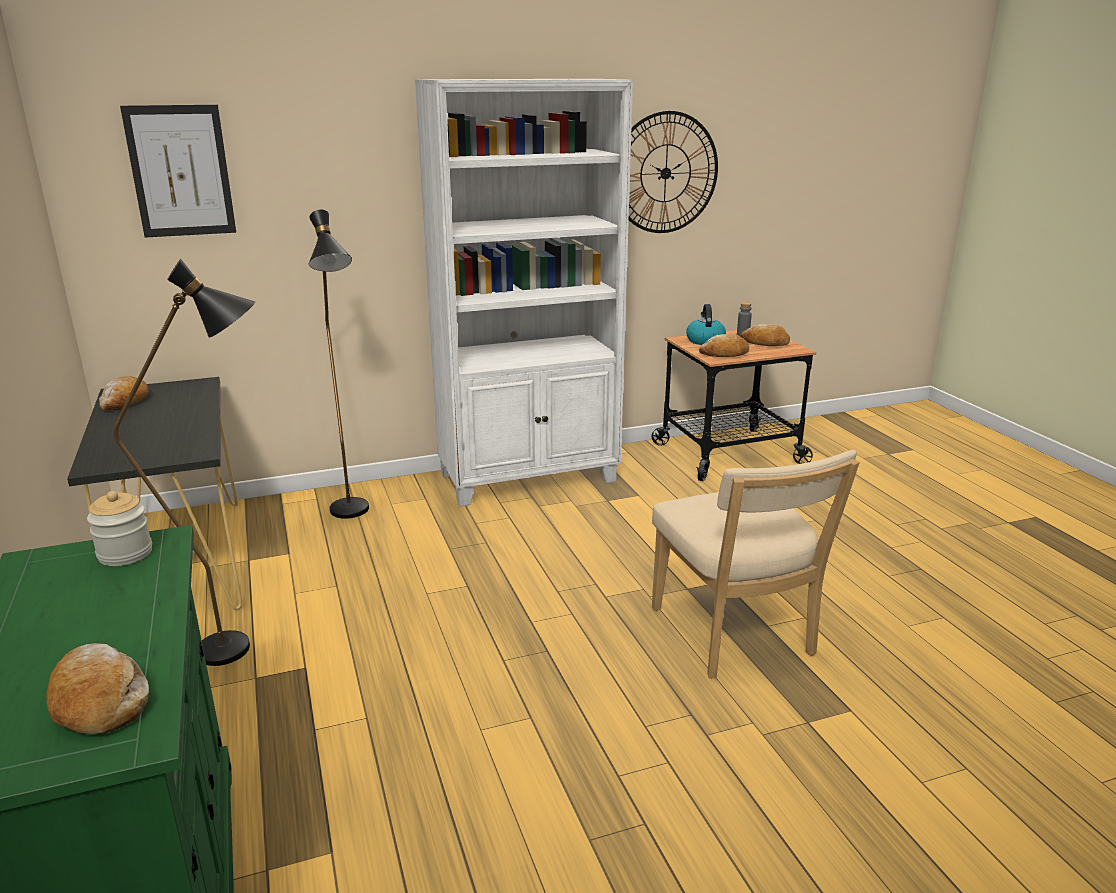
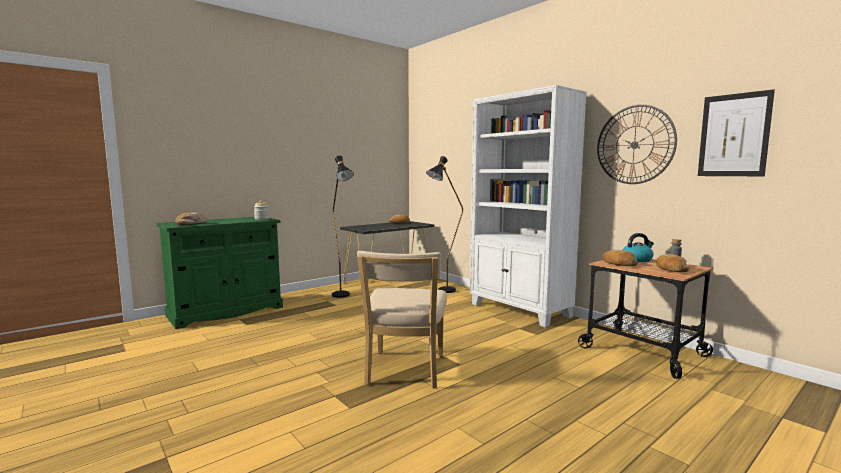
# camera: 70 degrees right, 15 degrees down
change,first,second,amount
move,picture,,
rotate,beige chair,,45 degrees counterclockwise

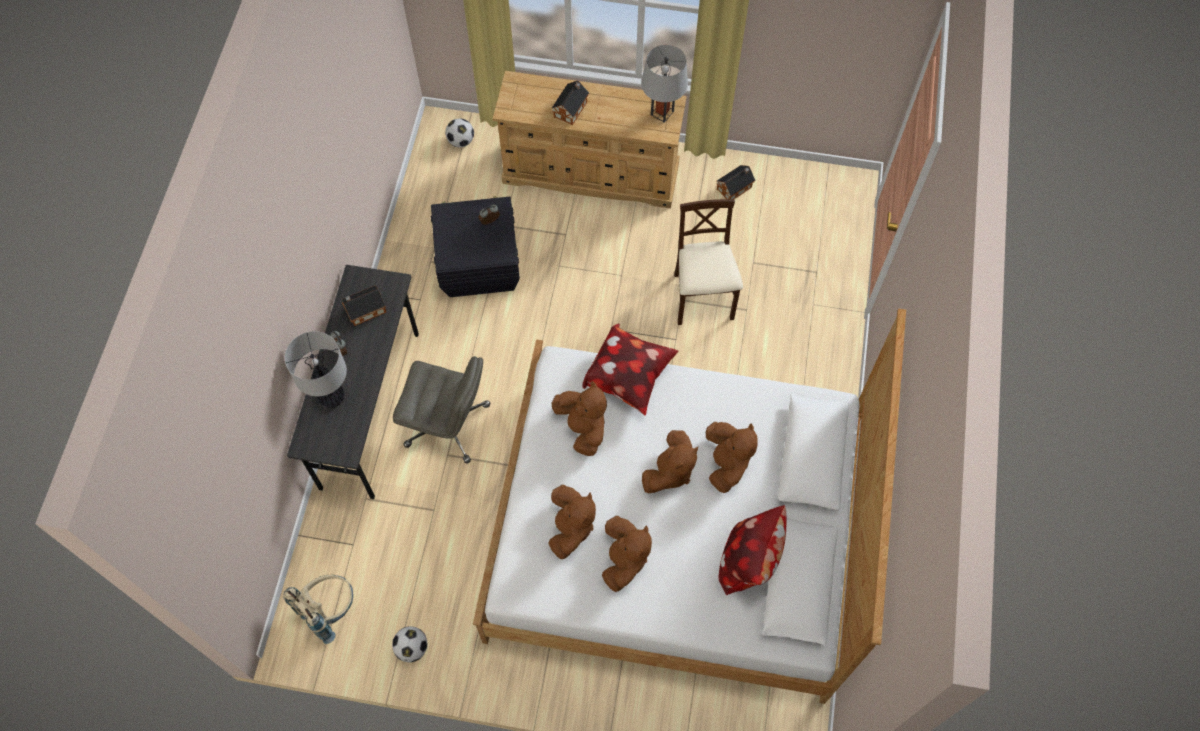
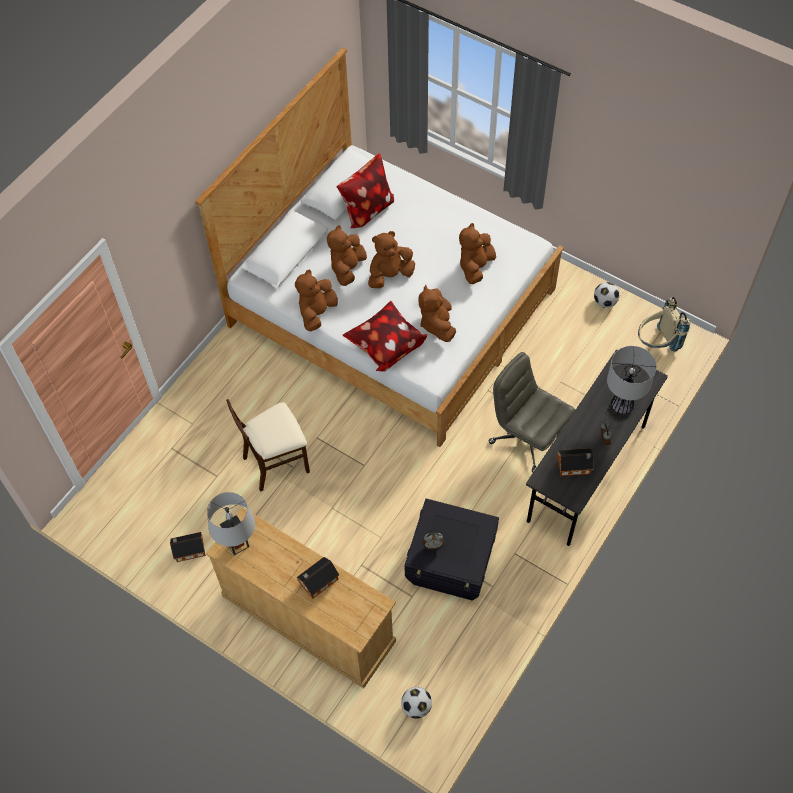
# camera: 155 degrees left, 5 degrees down
change,first,second,amount
move,brown plush toy (3rd from left in the first image),brown plush toy (1st from left),
rotate,beige chair,,45 degrees clockwise

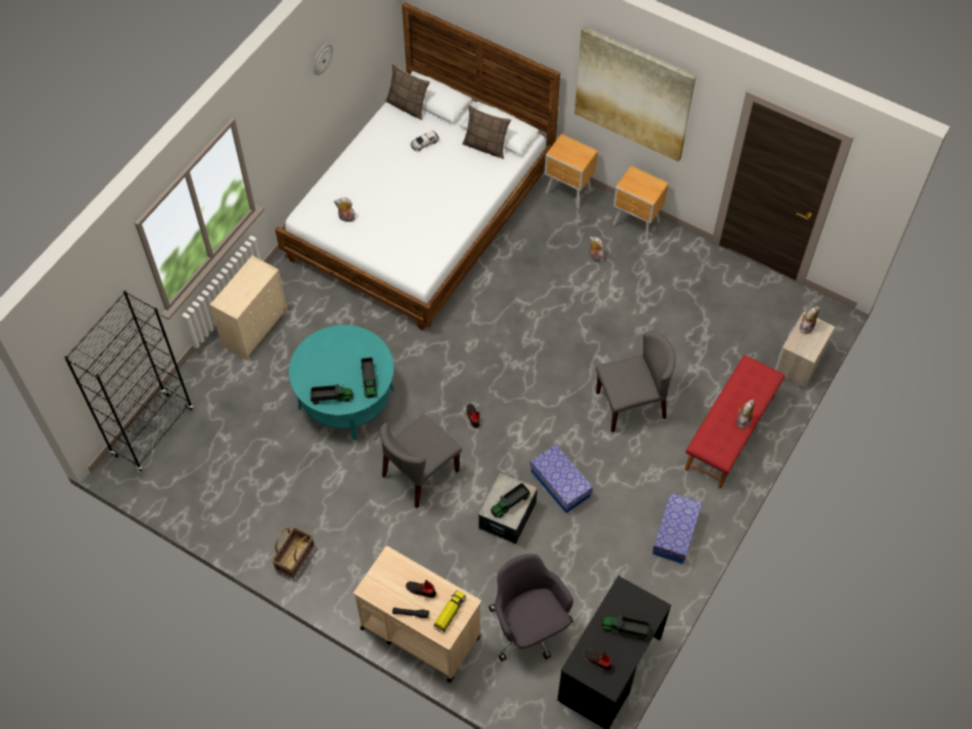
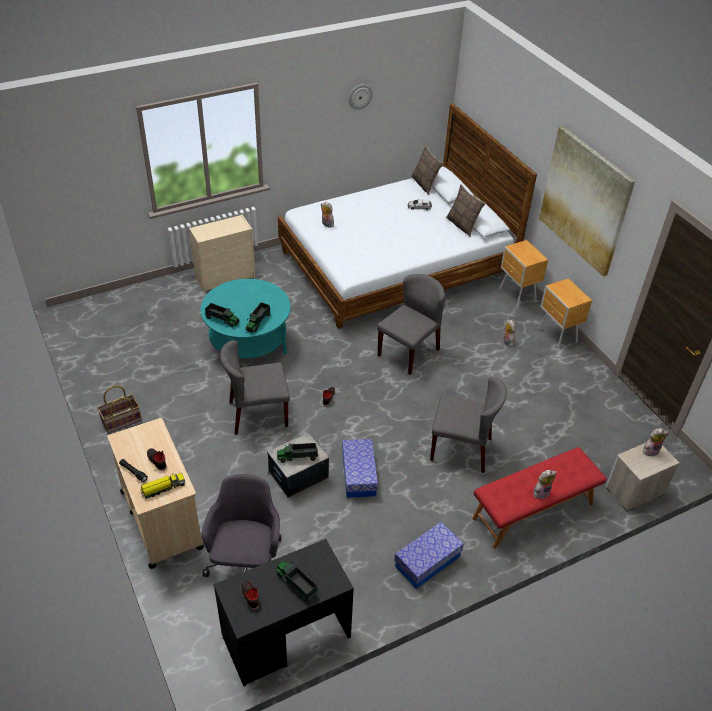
# camera: 30 degrees right, 15 degrees down
change,first,second,amount
delete,black bookcase,,
insert,,grey chair (2nd from left),

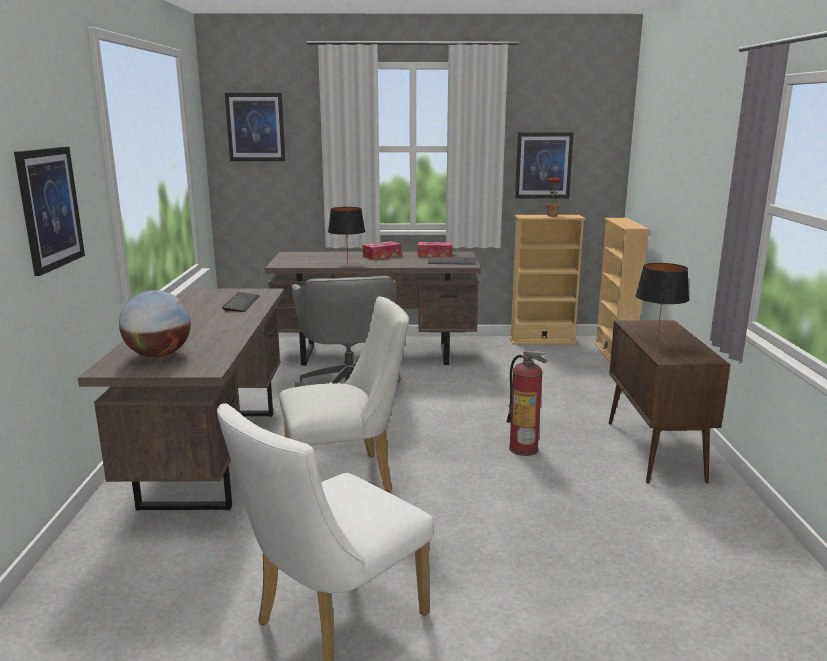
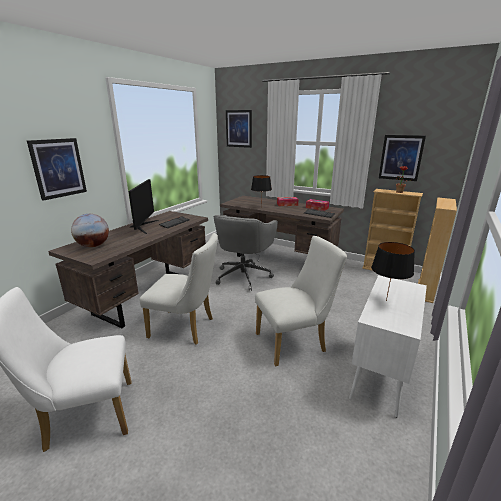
# camera: 30 degrees right, 5 degrees up
change,first,second,amount
replace,fire extinguisher,white chair (3rd from left),
recolor,brown cabinet,white cabinet,
insert,,monitor,

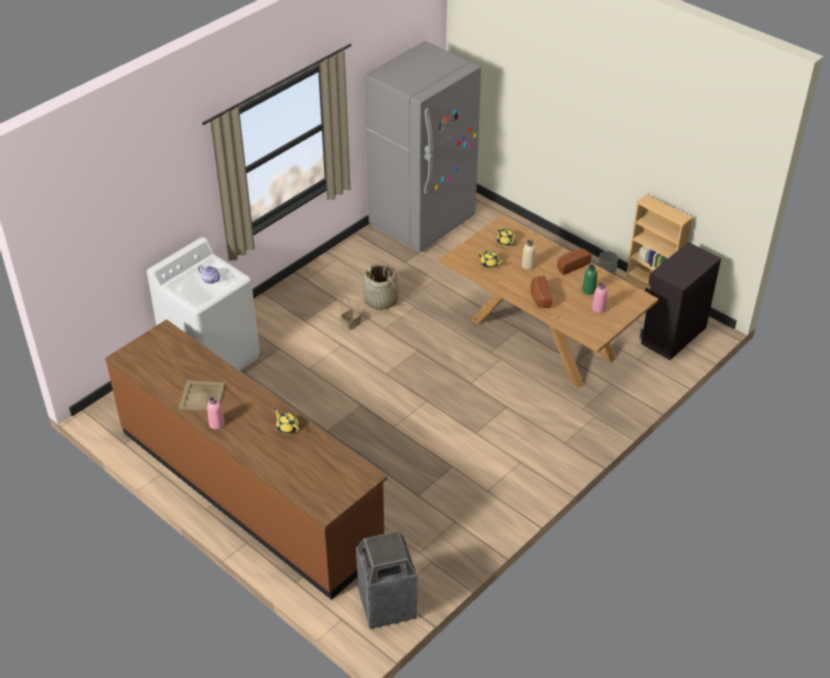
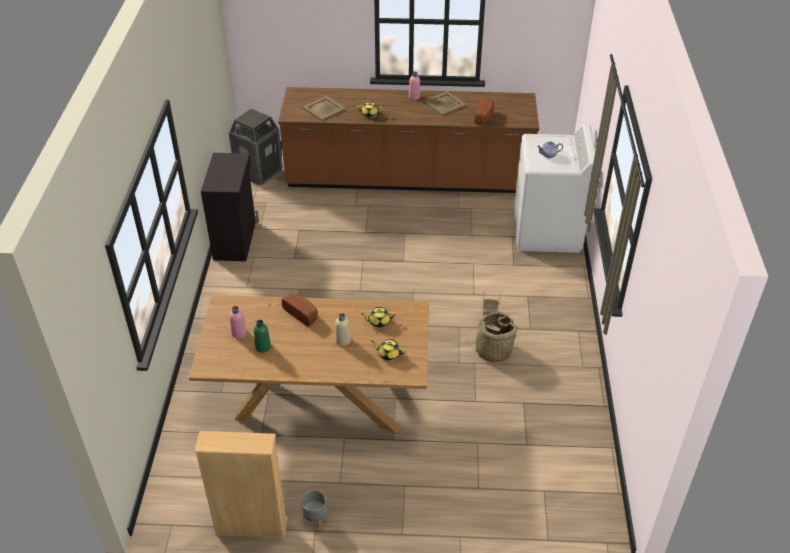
# camera: 140 degrees right, 0 degrees up
change,first,second,amount
delete,grey fridge,,
move,bread (2nd from left),,
move,black cabinet,,
insert,,beige tray (1st from left),

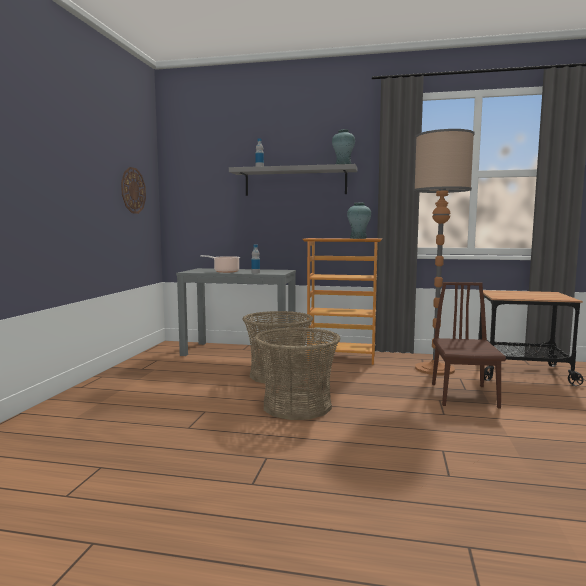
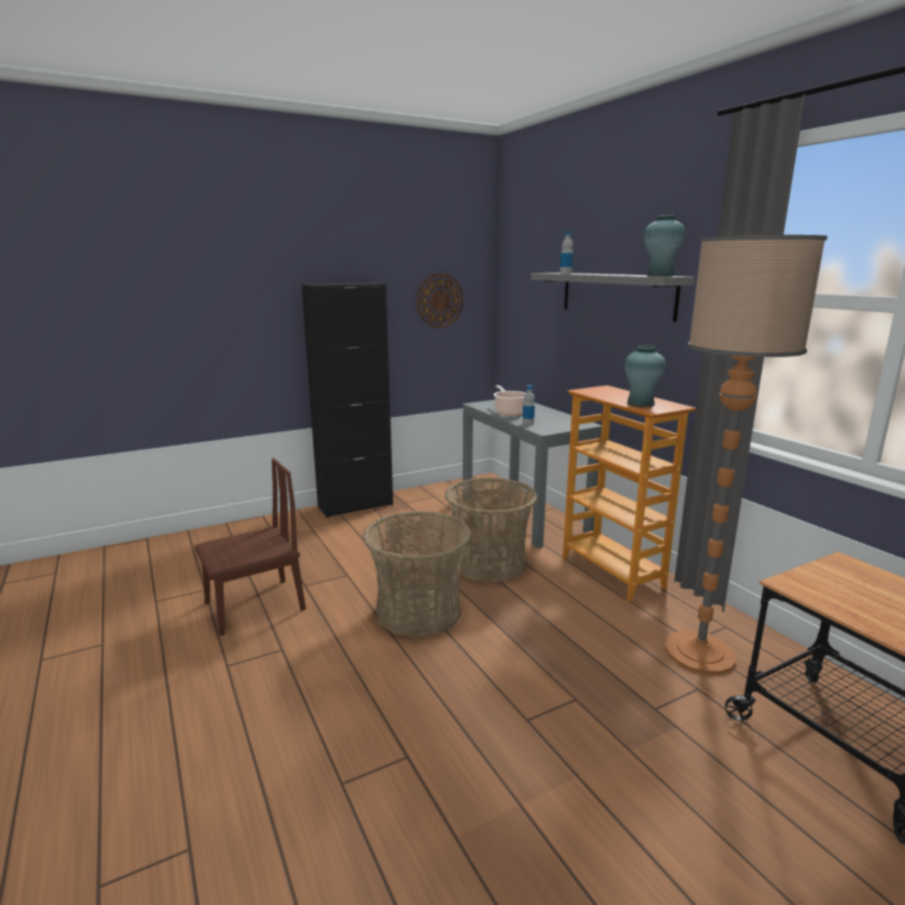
# camera: 50 degrees right, 10 degrees up
change,first,second,amount
move,brown chair,,
insert,,black cabinet,

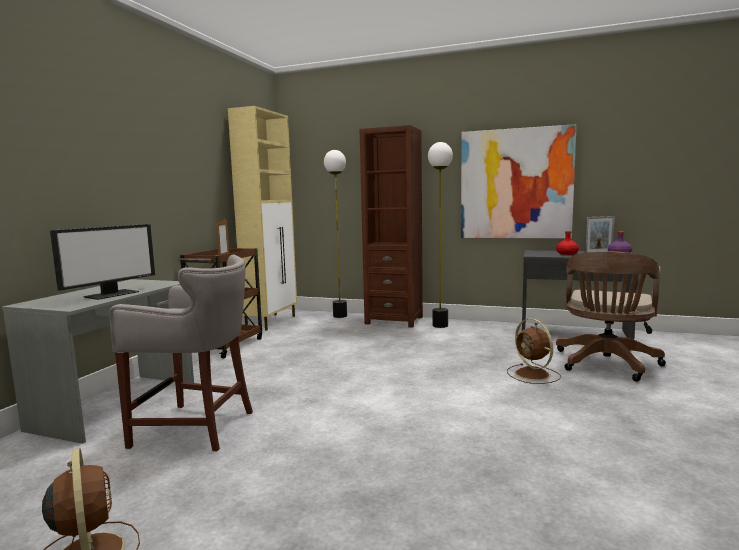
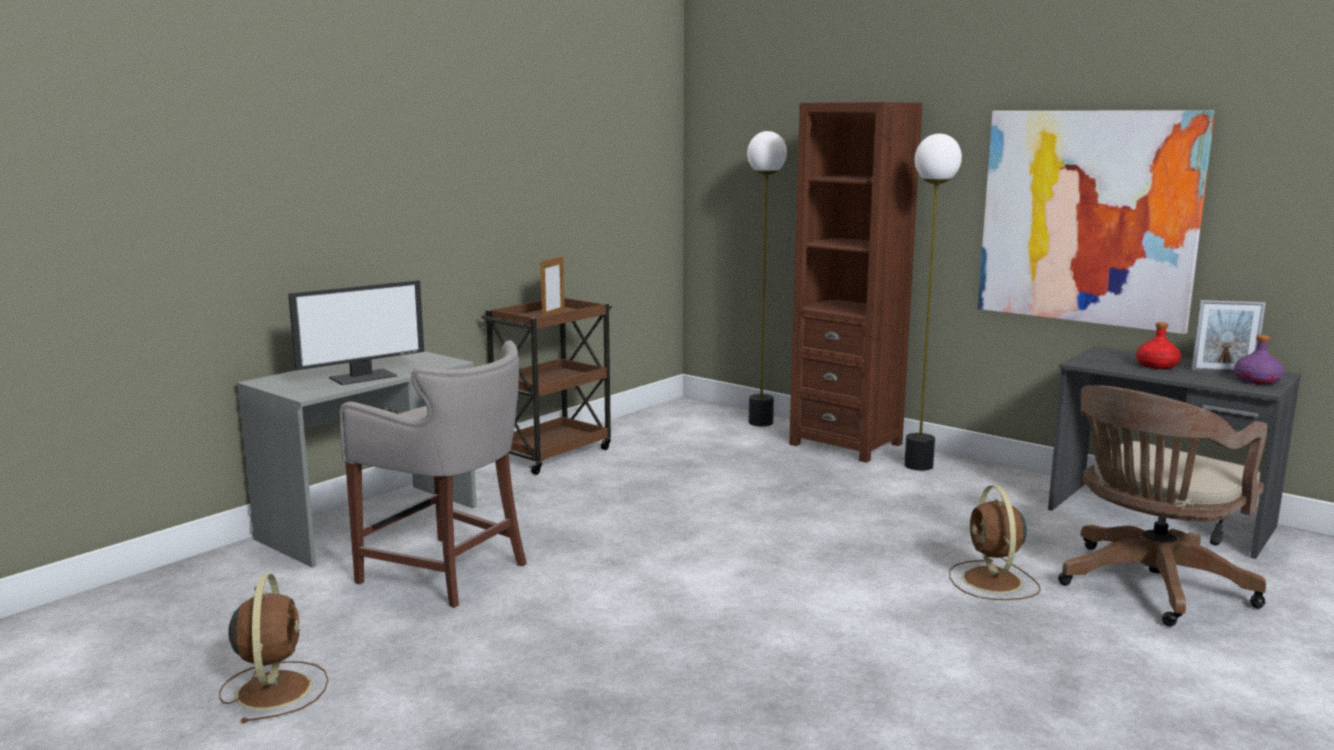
# camera: 20 degrees right, 5 degrees up
change,first,second,amount
delete,beige cabinet,,

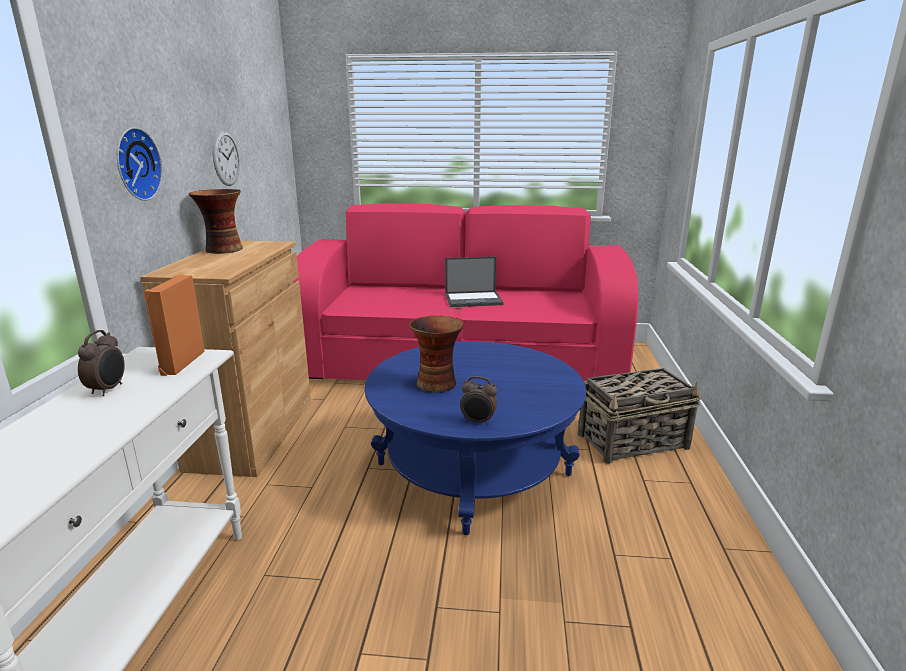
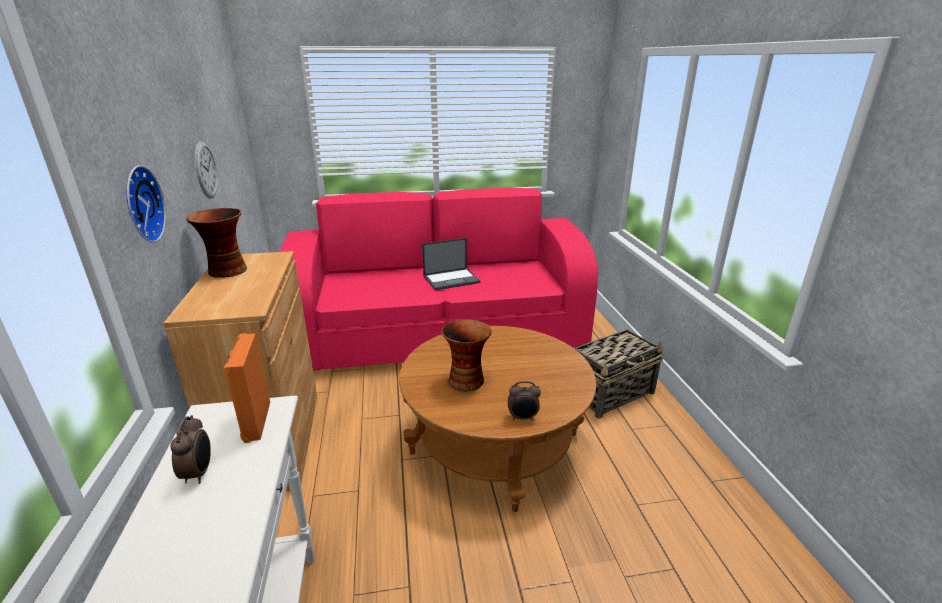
# camera: 15 degrees left, 5 degrees up
change,first,second,amount
recolor,blue coffee table,brown coffee table,

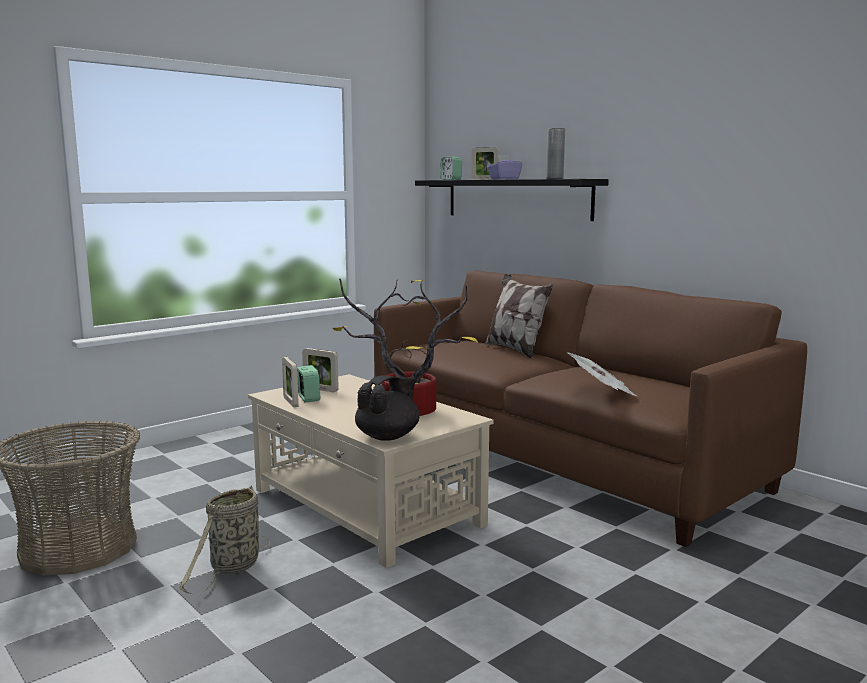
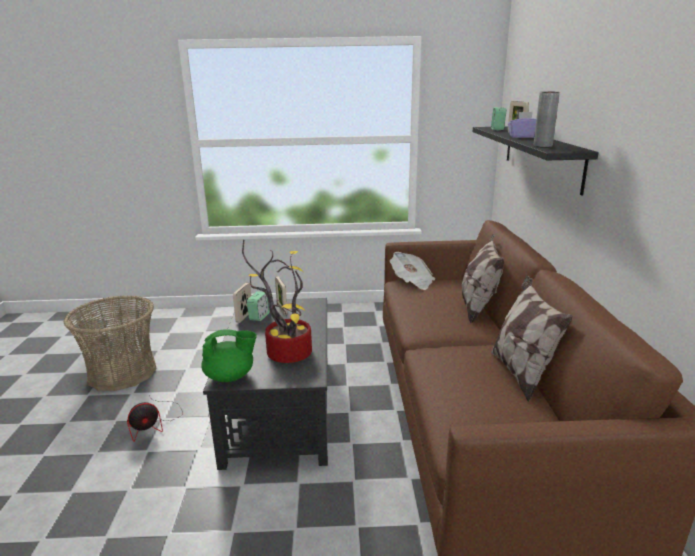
# camera: 40 degrees right, 10 degrees up
change,first,second,amount
replace,basket (2nd from left),fan,
recolor,beige coffee table,black coffee table,
recolor,black teapot,green teapot,
move,newspaper,,
insert,,pillow (2nd from left),

